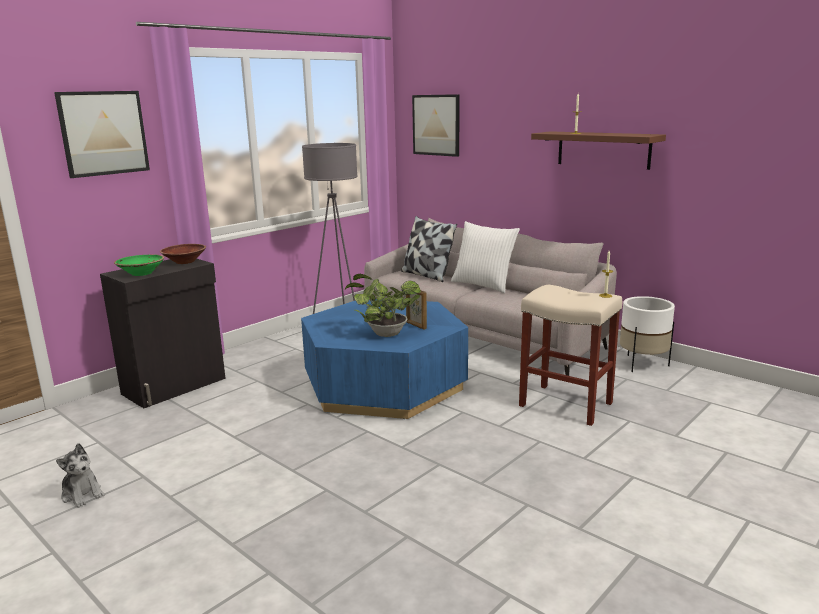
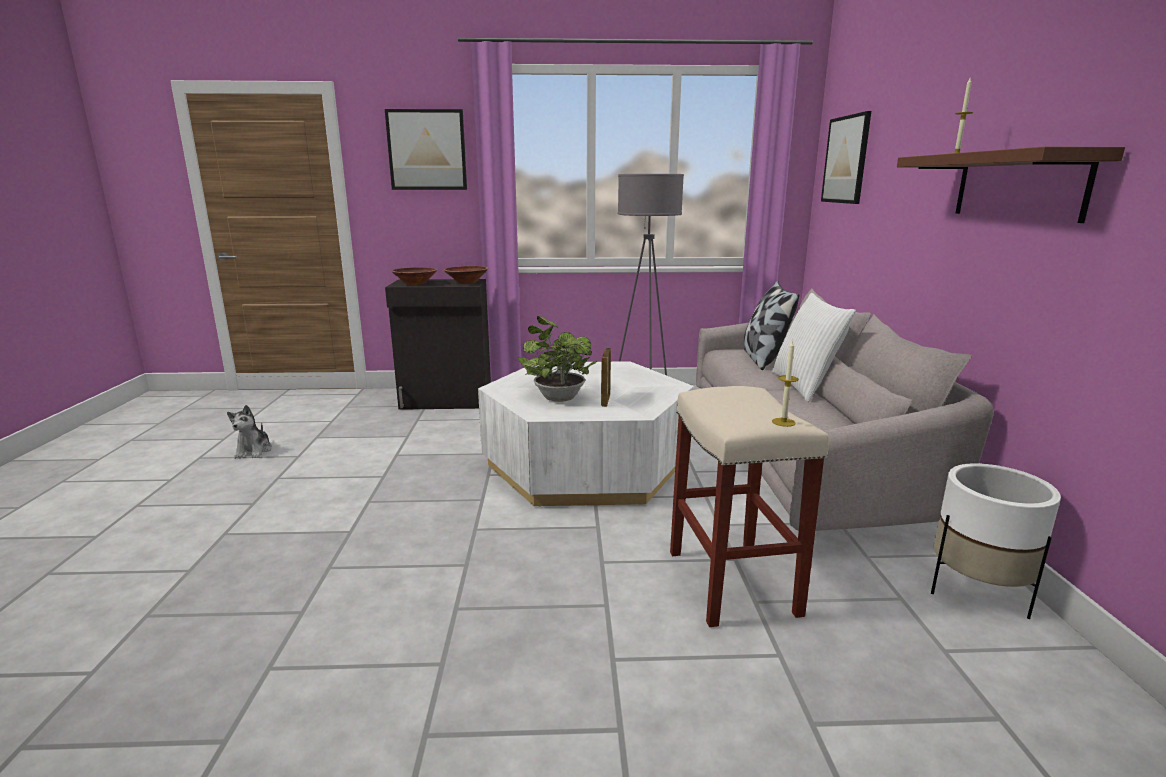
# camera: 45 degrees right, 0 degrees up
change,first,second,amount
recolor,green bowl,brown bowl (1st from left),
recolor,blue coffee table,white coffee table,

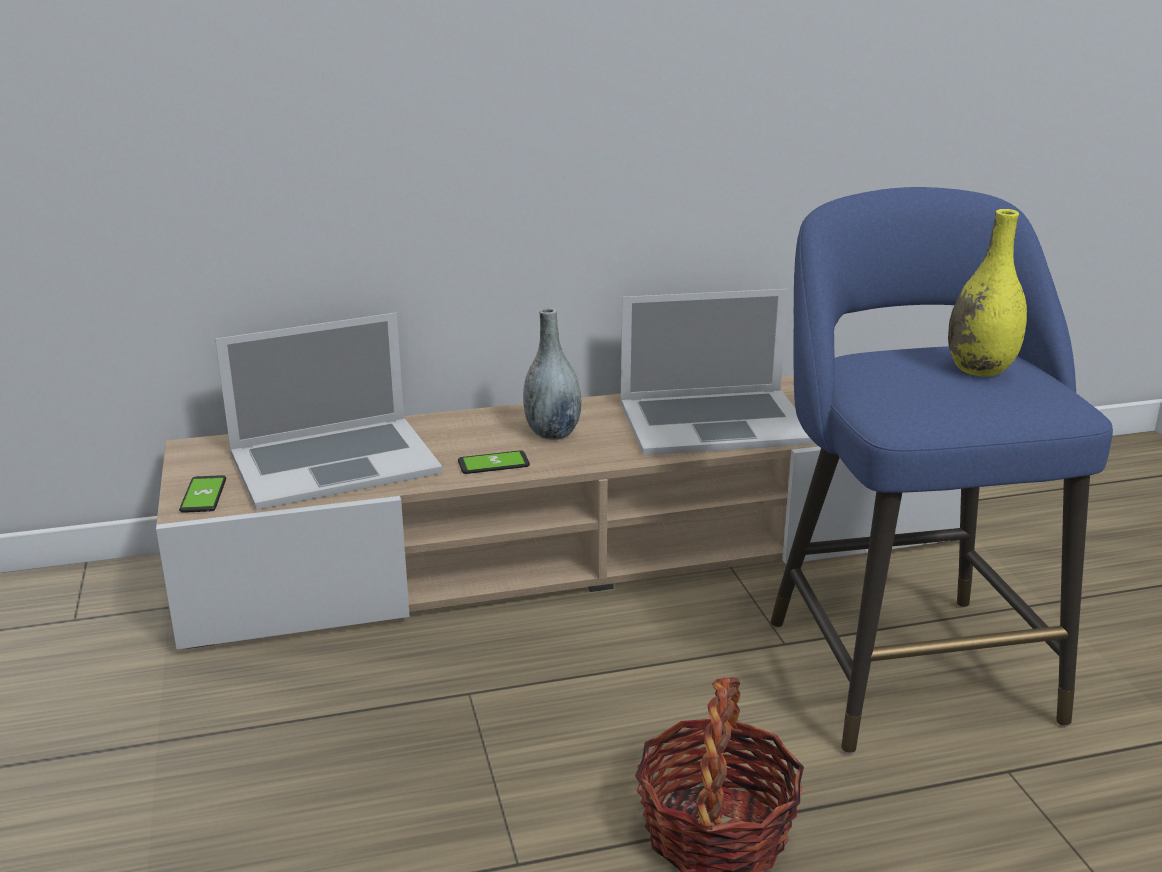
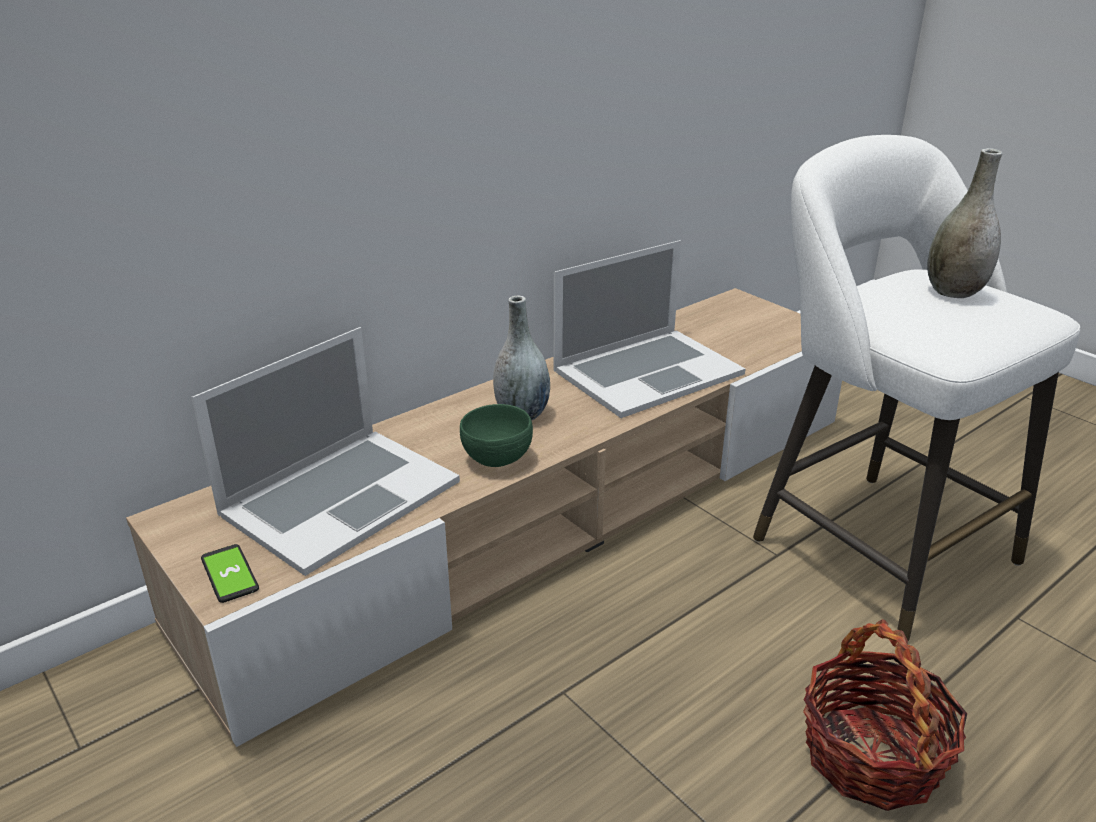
# camera: 25 degrees left, 5 degrees up
change,first,second,amount
replace,phone (2nd from left),green bowl,
recolor,blue stool,white stool,
recolor,yellow vase,grey vase (2nd from left),

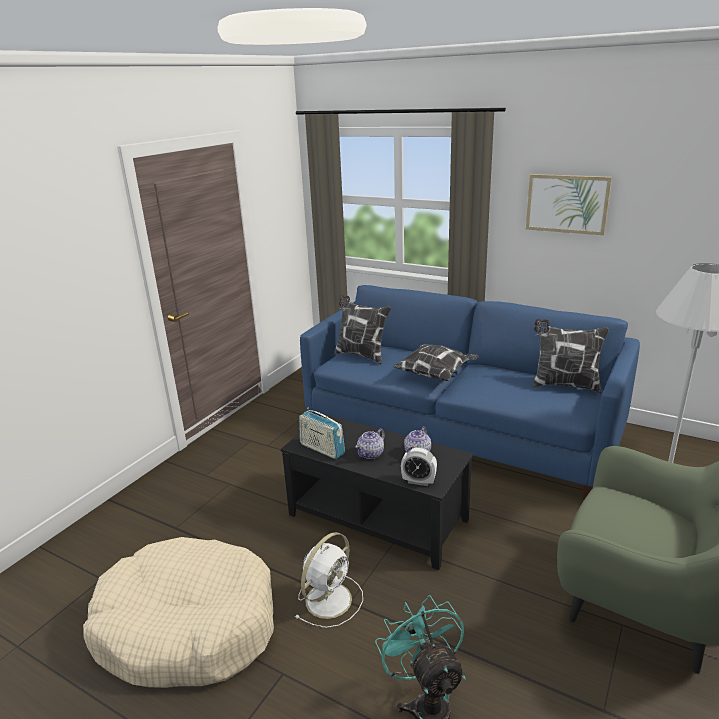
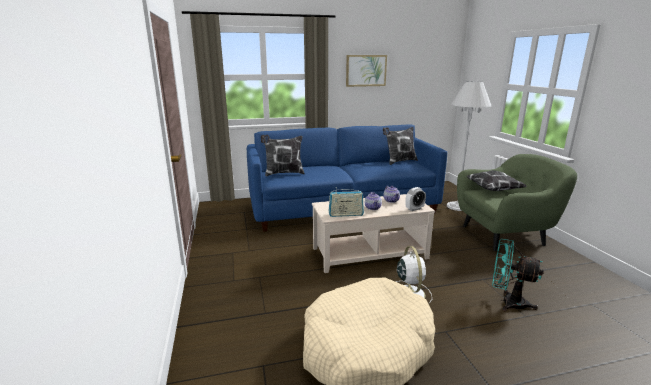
# camera: 45 degrees left, 5 degrees down
change,first,second,amount
recolor,black coffee table,beige coffee table,
move,pillow (2nd from left in the first image),pillow (3rd from left),

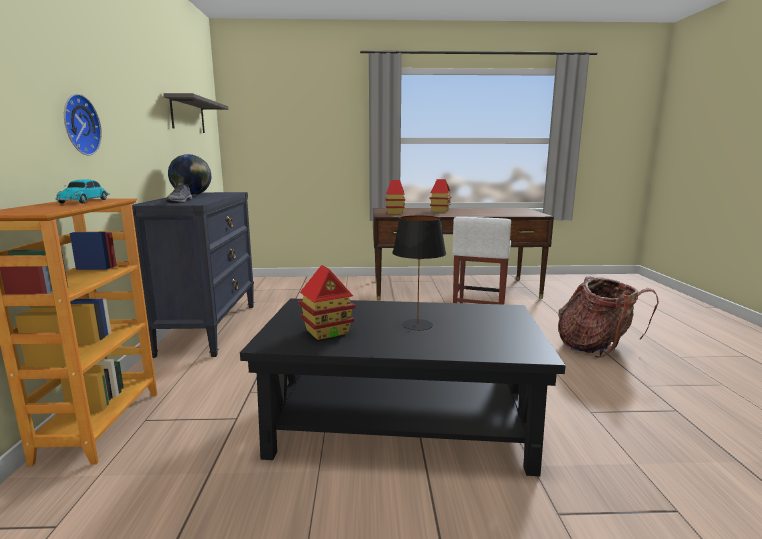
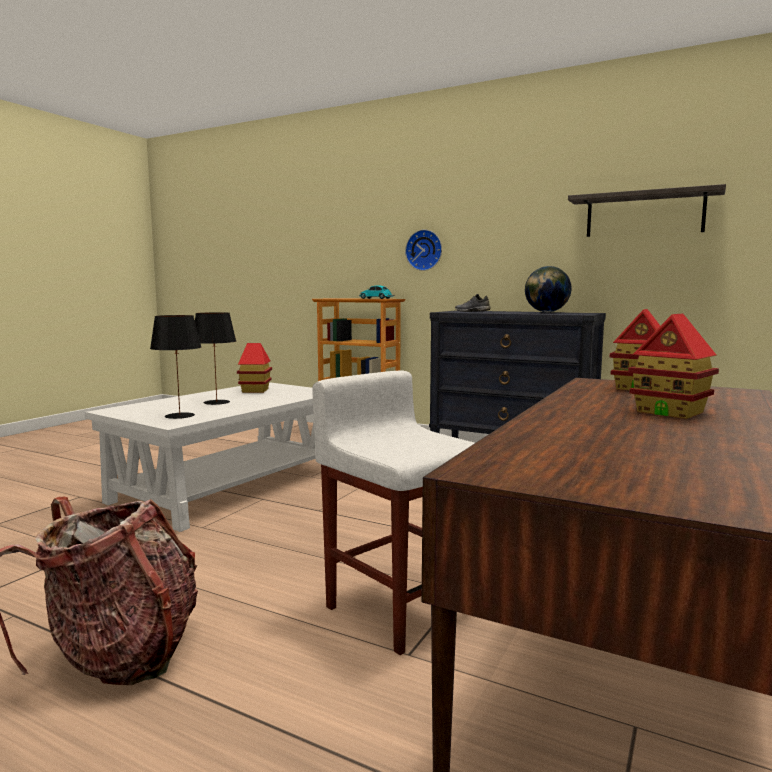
# camera: 120 degrees right, 5 degrees down
change,first,second,amount
recolor,black coffee table,white coffee table,
insert,,black table lamp (1st from left),

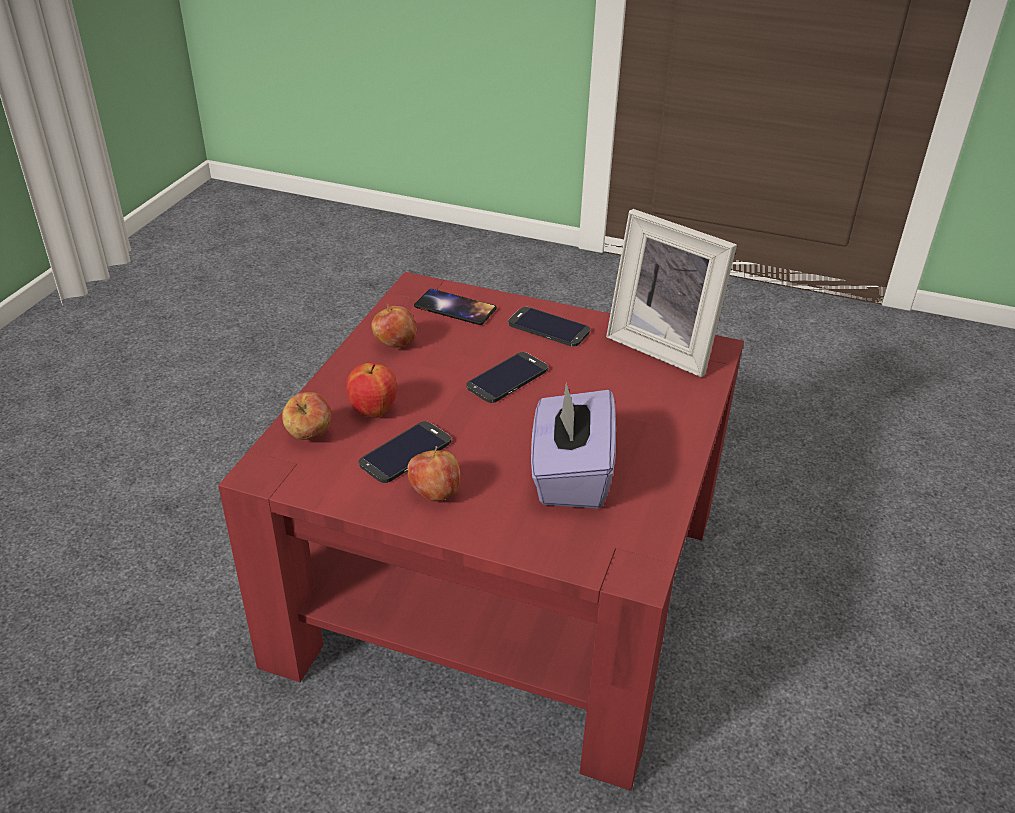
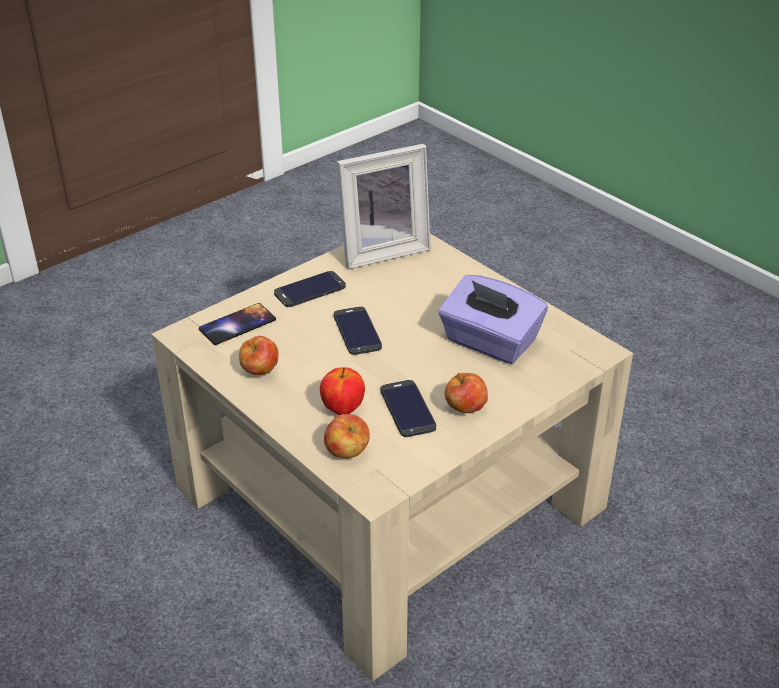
# camera: 60 degrees left, 0 degrees up
change,first,second,amount
recolor,red coffee table,beige coffee table,

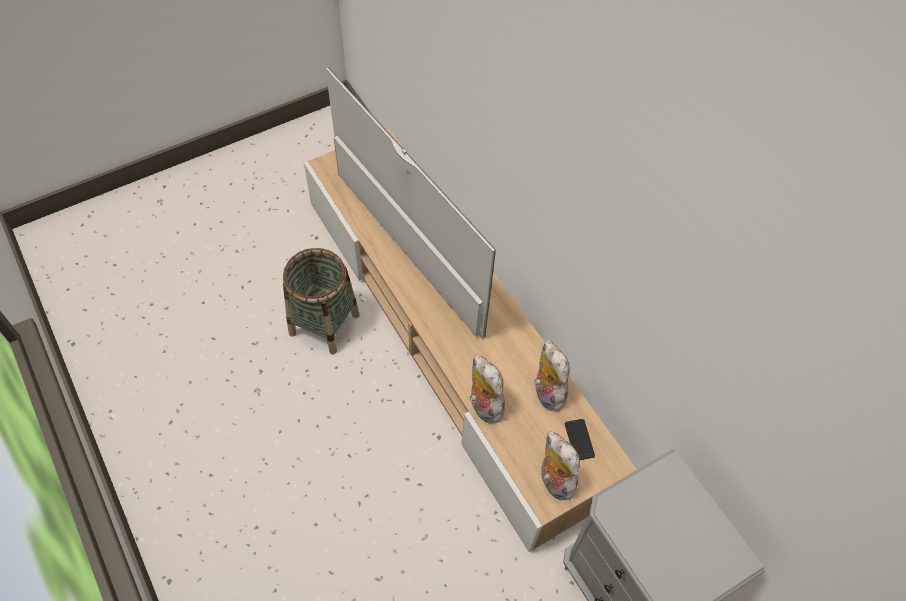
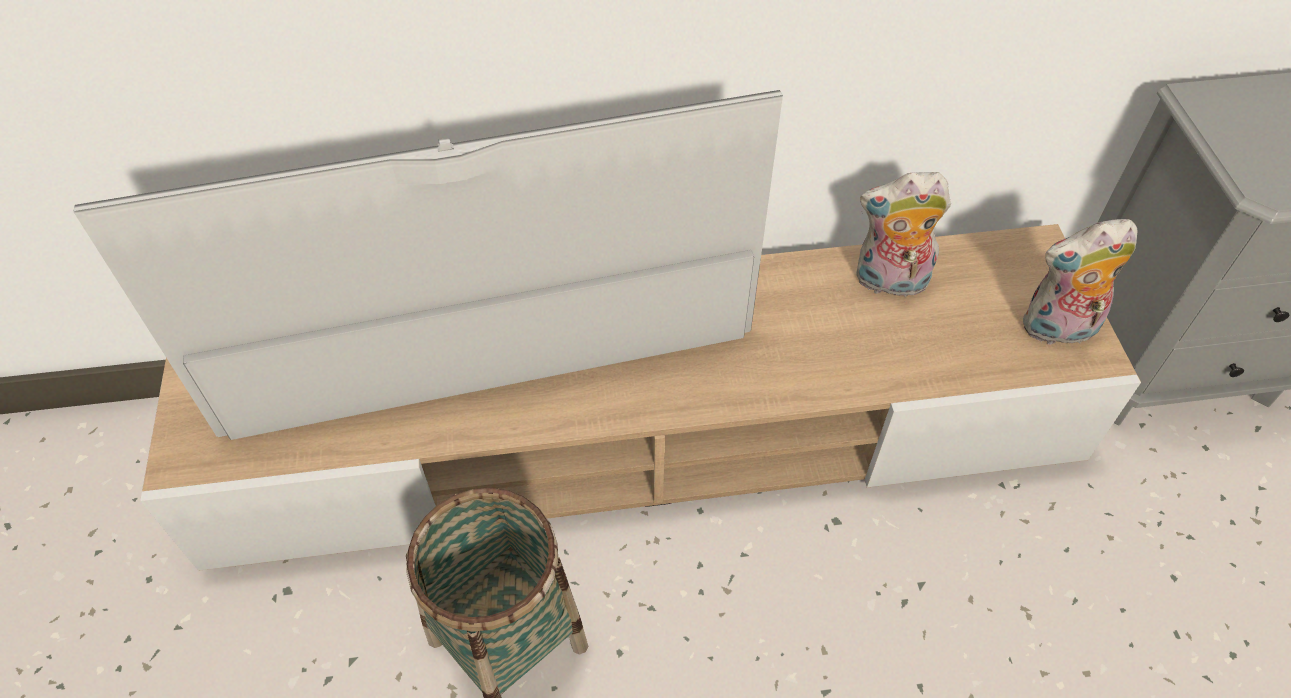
# camera: 65 degrees left, 5 degrees down
change,first,second,amount
delete,plush toy (1st from left),,
delete,phone,,

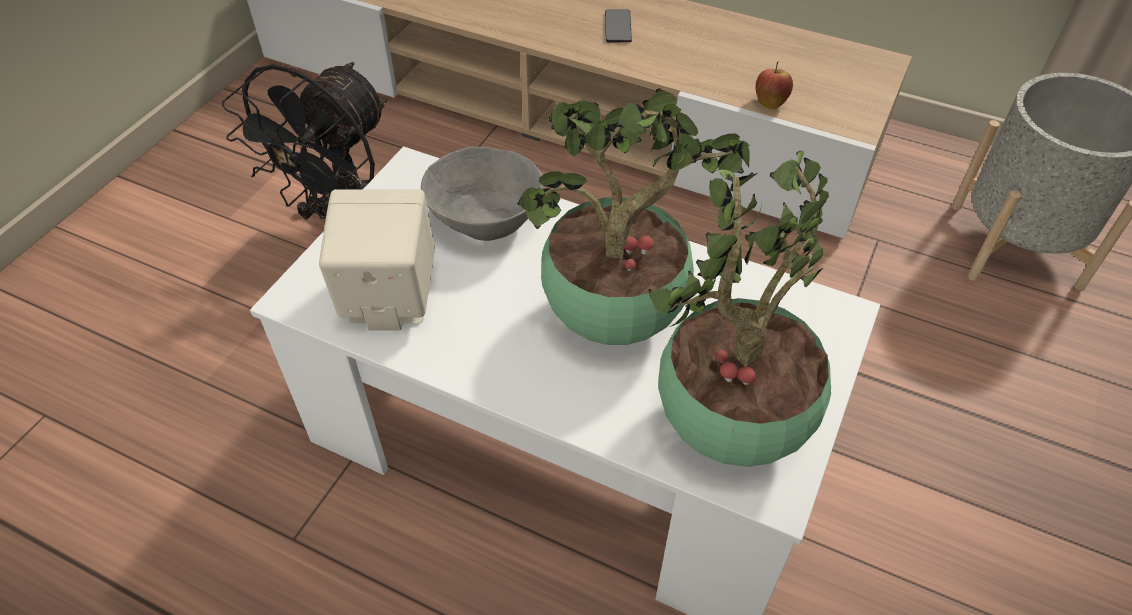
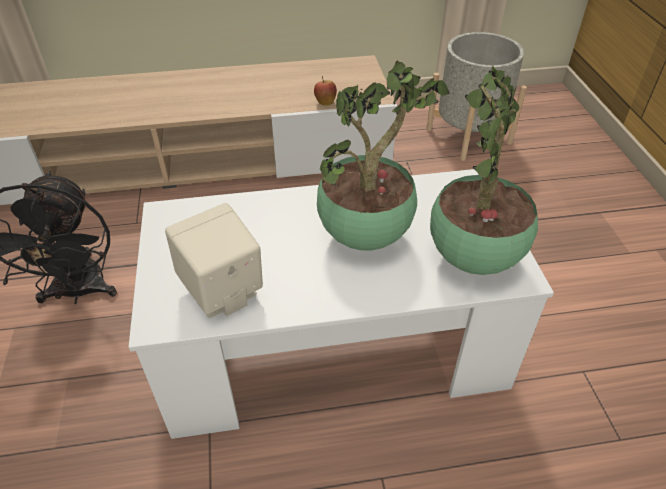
# camera: 35 degrees left, 5 degrees down
change,first,second,amount
delete,grey bowl,,
delete,phone,,

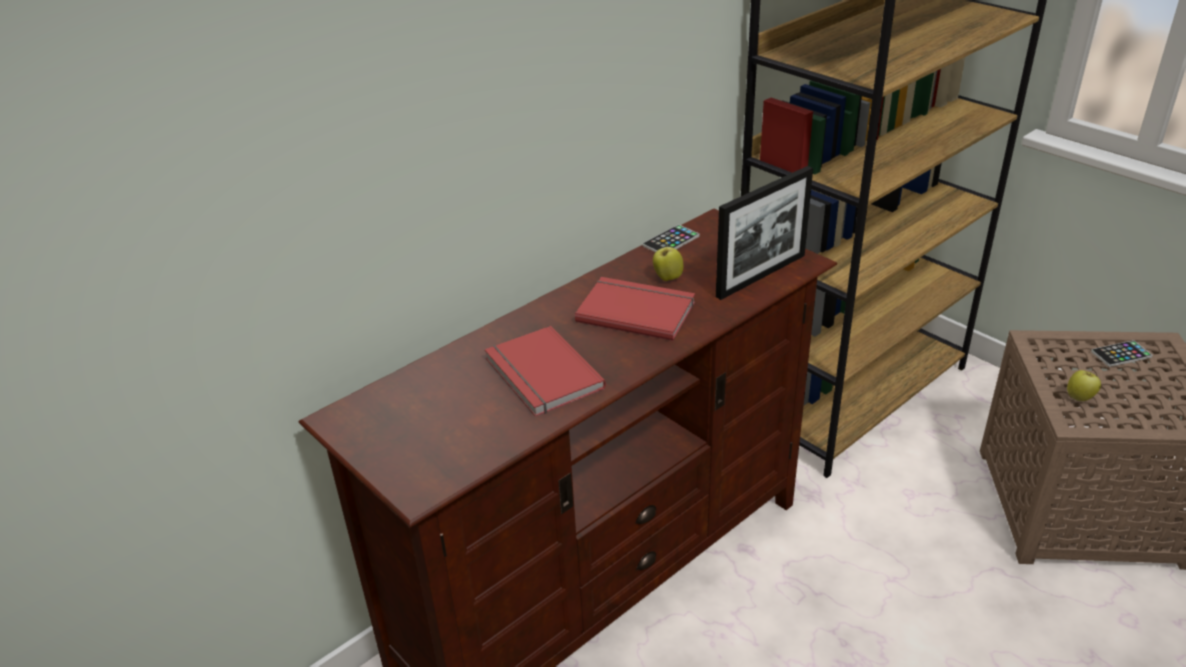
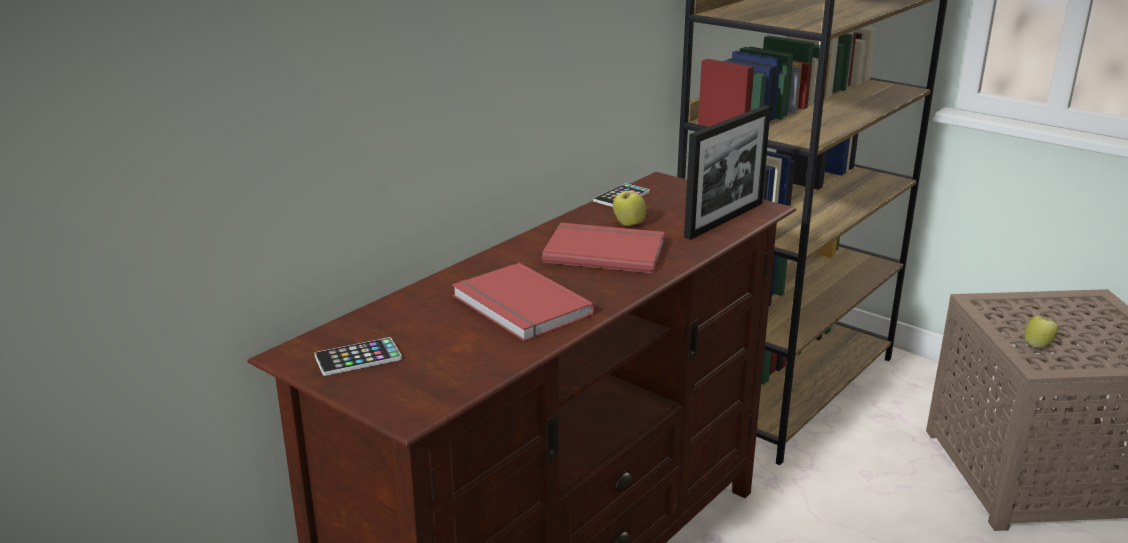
# camera: 10 degrees left, 10 degrees down
change,first,second,amount
move,phone (2nd from left in the first image),phone (1st from left),

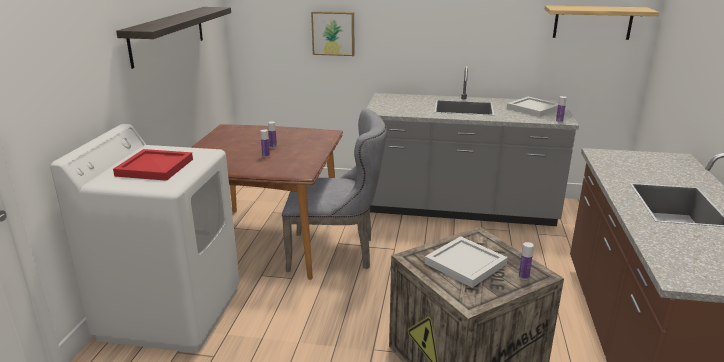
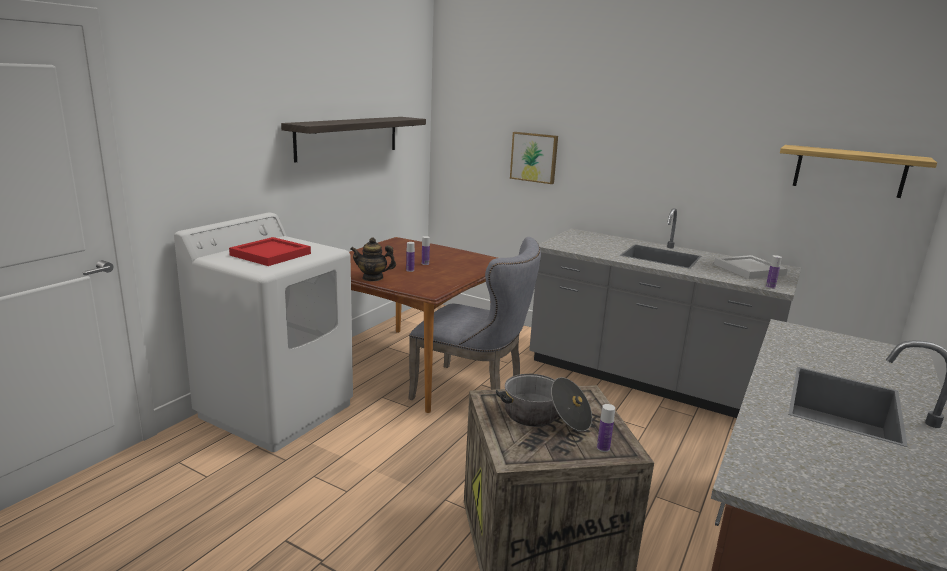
# camera: 20 degrees right, 5 degrees down
change,first,second,amount
replace,white tray (1st from left),cooking pot,
insert,,teapot,

